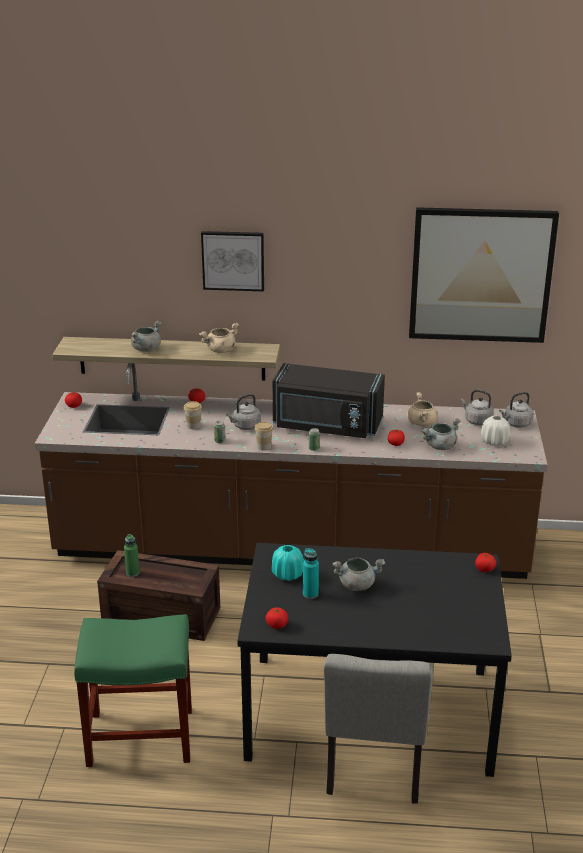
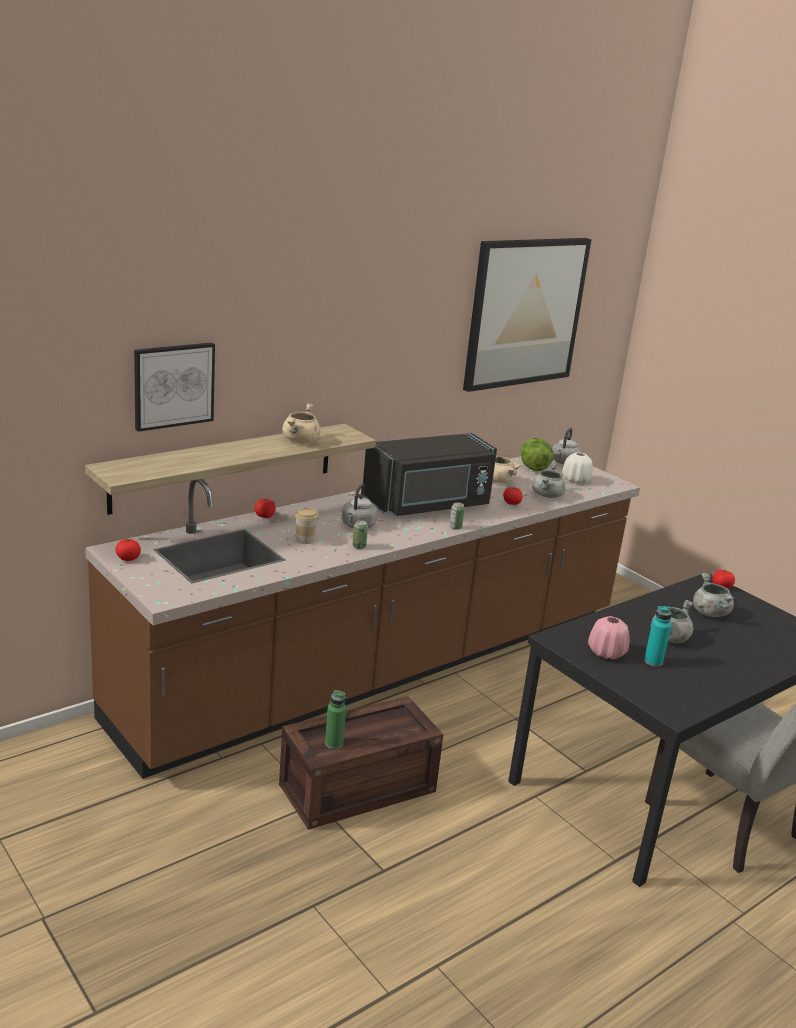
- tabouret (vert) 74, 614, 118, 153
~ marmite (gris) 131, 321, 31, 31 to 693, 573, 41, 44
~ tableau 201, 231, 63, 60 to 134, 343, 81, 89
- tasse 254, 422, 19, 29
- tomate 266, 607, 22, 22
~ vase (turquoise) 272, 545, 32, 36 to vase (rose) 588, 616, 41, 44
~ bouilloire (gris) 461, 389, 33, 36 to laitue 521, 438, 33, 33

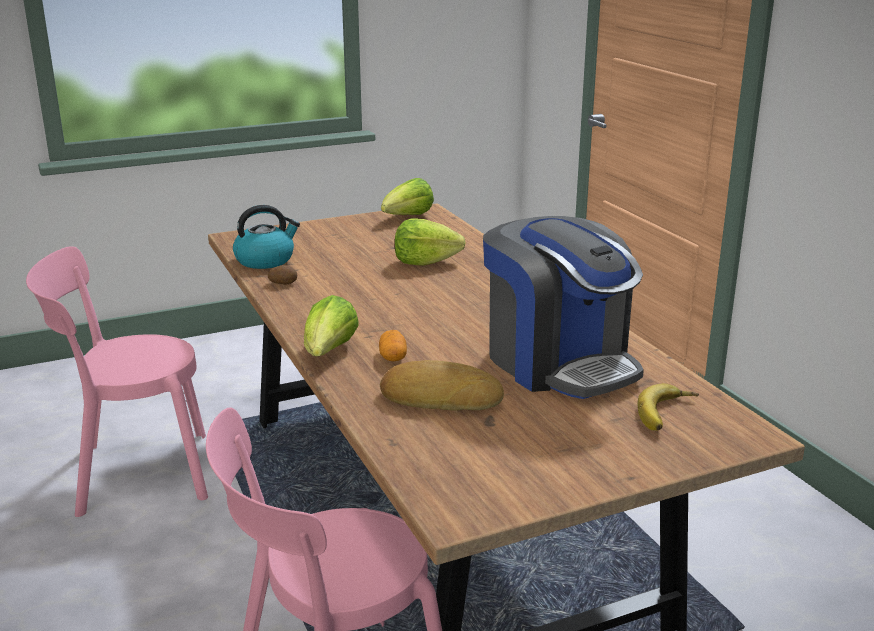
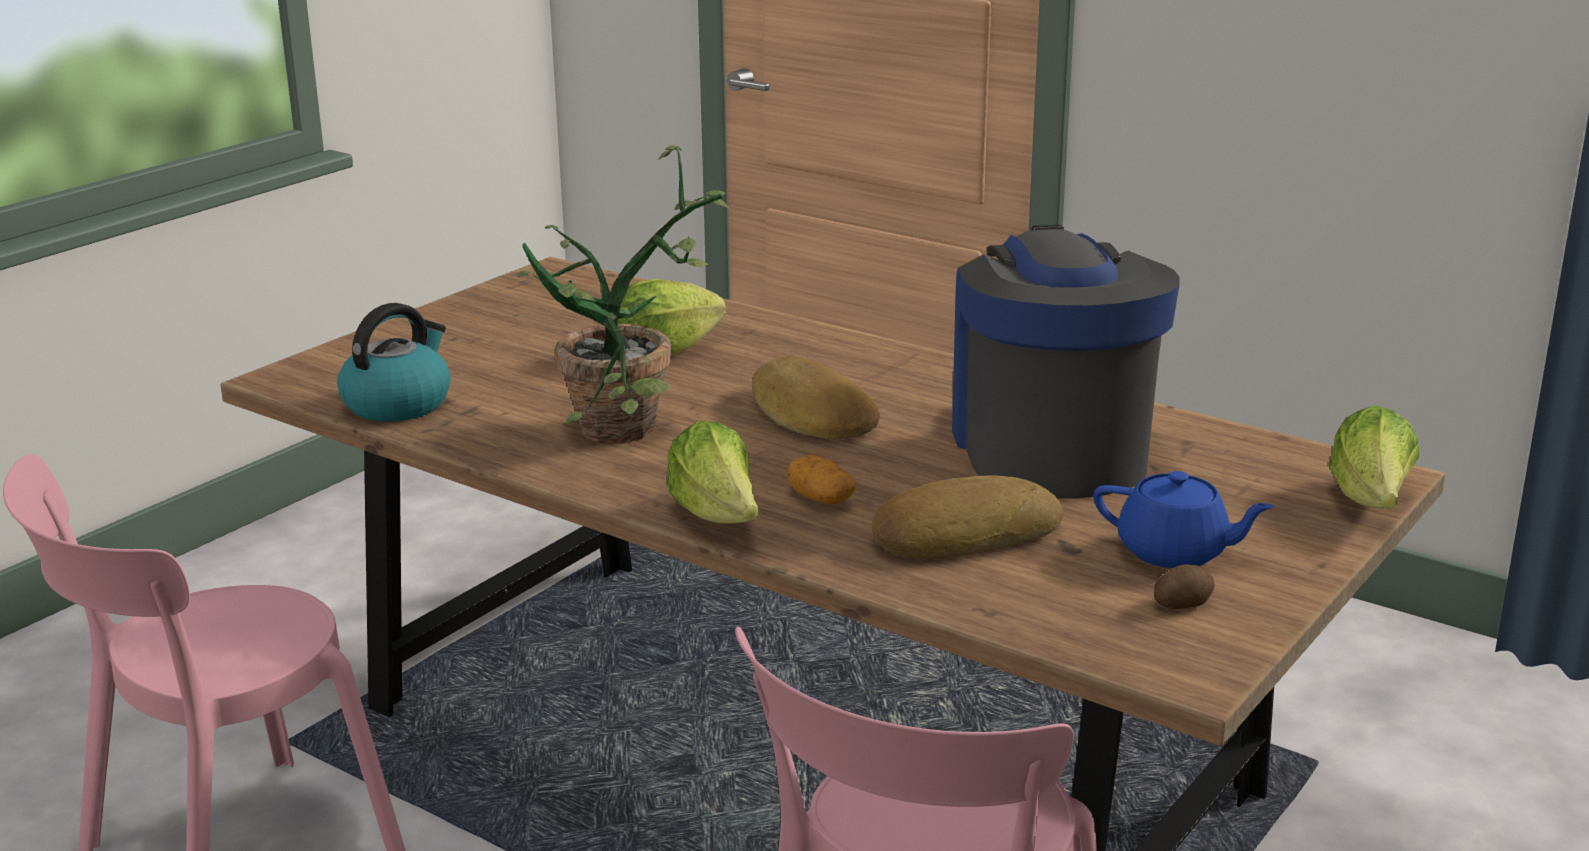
~ pomme de terre 268, 265, 29, 20 to 1154, 564, 61, 45
~ laitue 381, 178, 53, 37 to 1328, 405, 92, 104
~ machine à café 483, 216, 161, 183 = 952, 225, 227, 274 120 degrees counterclockwise
- banane 638, 383, 61, 48
+ plante en pot 516, 145, 214, 299
+ pain 752, 356, 128, 83
+ théière (bleu) 1094, 471, 180, 97

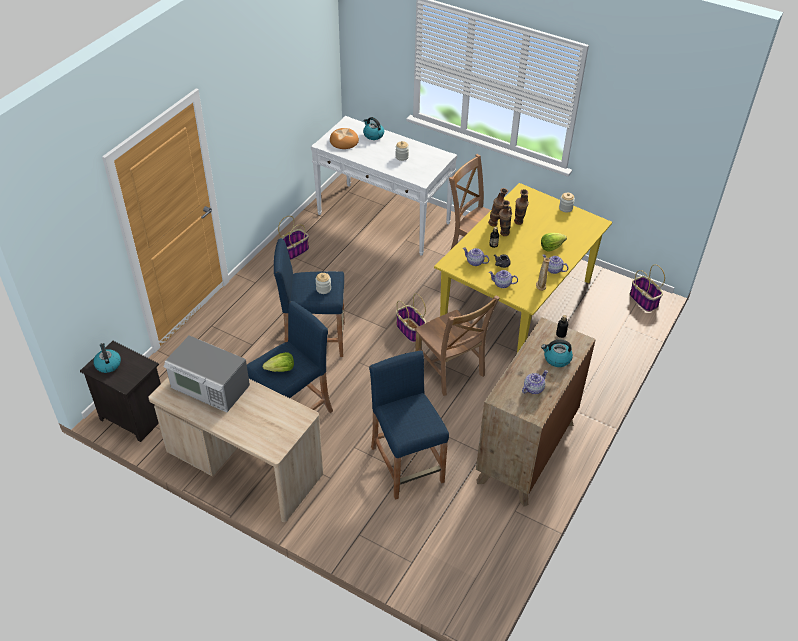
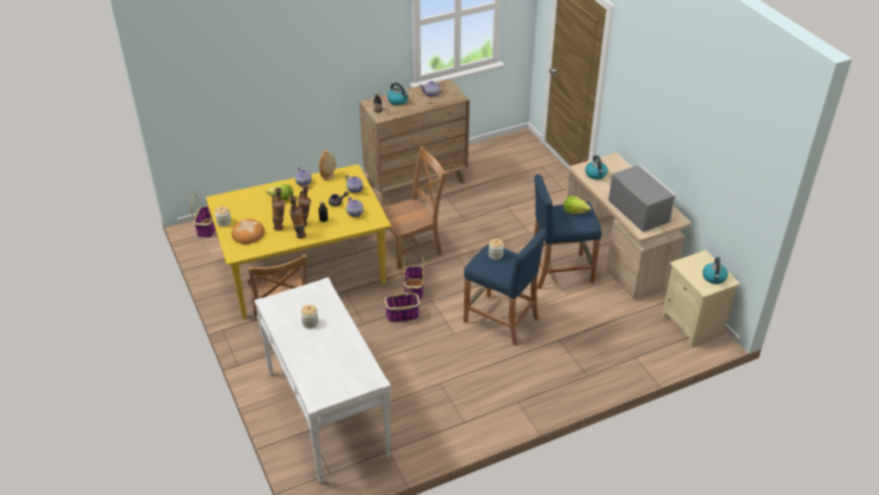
~ table de chevet (noir) 80, 341, 81, 101 to table de chevet (beige) 662, 250, 79, 97
~ panier 278, 216, 31, 45 to 384, 276, 36, 46
~ pain 330, 128, 29, 21 to 232, 219, 32, 25
~ bouilloire 363, 117, 21, 23 to 585, 155, 23, 24
- tabouret (bleu) 369, 350, 80, 150
~ chaise (marron) 415, 296, 85, 100 = 382, 146, 65, 123 60 degrees clockwise

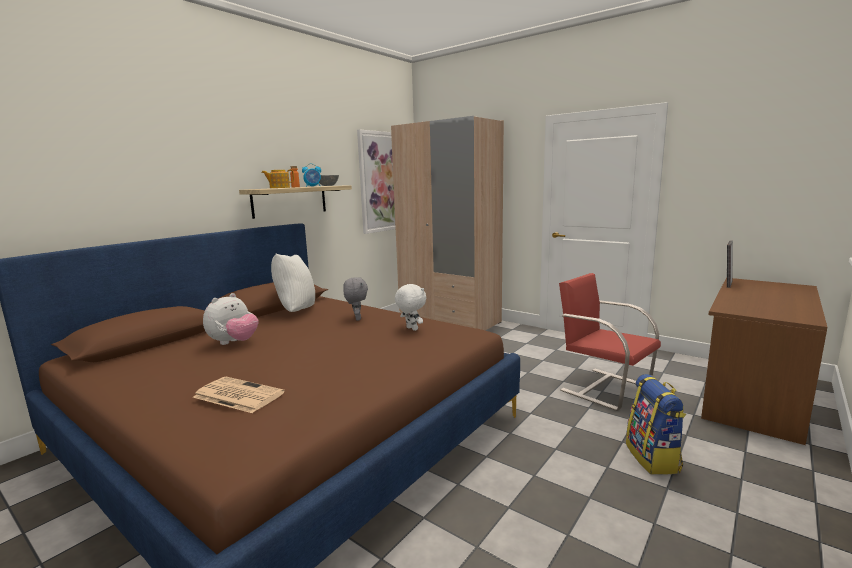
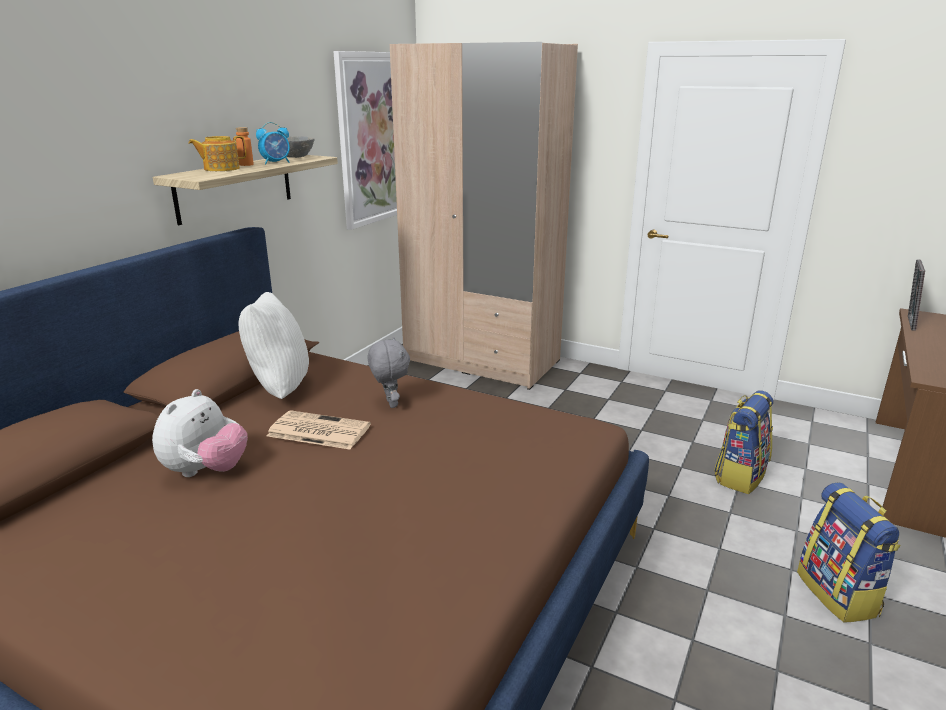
~ journal 193, 377, 92, 36 to 267, 410, 104, 39
- peluche (blanc) 395, 284, 31, 47
~ chaise (rouge) 559, 273, 102, 138 to sac à dos 714, 391, 59, 103

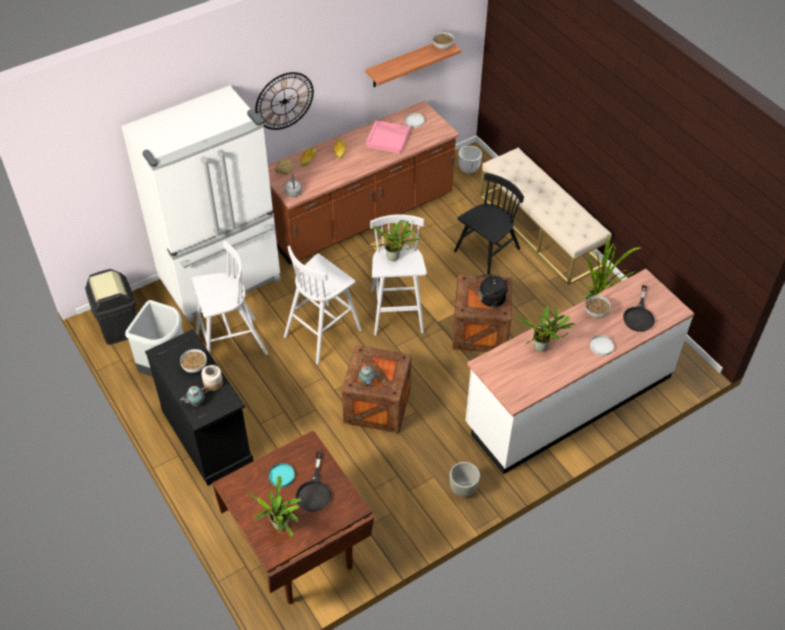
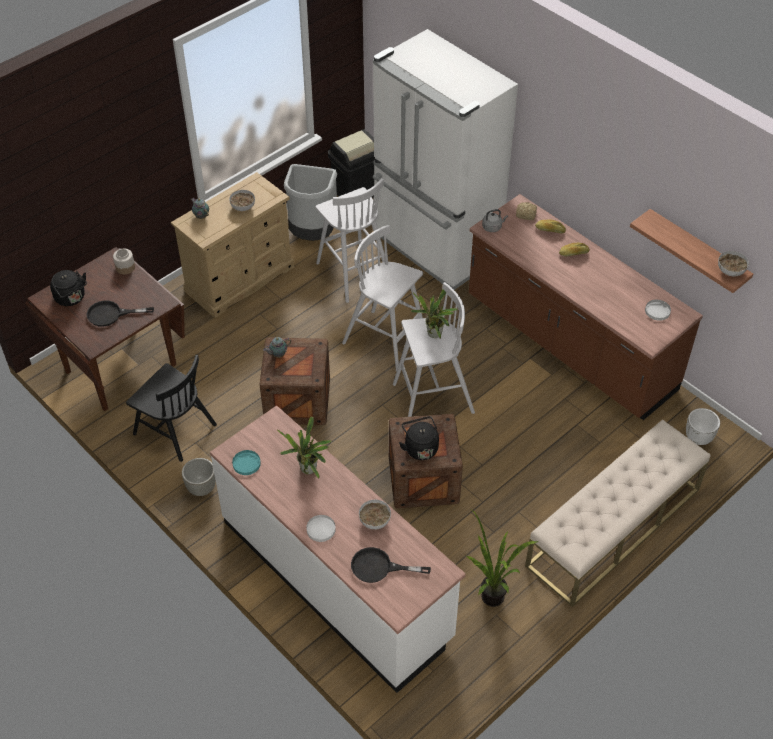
~ commode (noir) 145, 329, 109, 157 to commode (beige) 171, 172, 123, 146
~ bocal 201, 365, 22, 26 to 113, 249, 22, 26
~ plante en pot 247, 476, 54, 62 to bouilloire (noir) 50, 270, 37, 36
- horloge murale 255, 72, 59, 58
~ assiette (turquoise) 269, 463, 26, 24 to 232, 450, 29, 25
- plateau (rose) 365, 120, 45, 34
~ chaise (noir) 454, 173, 70, 101 to 126, 355, 91, 107

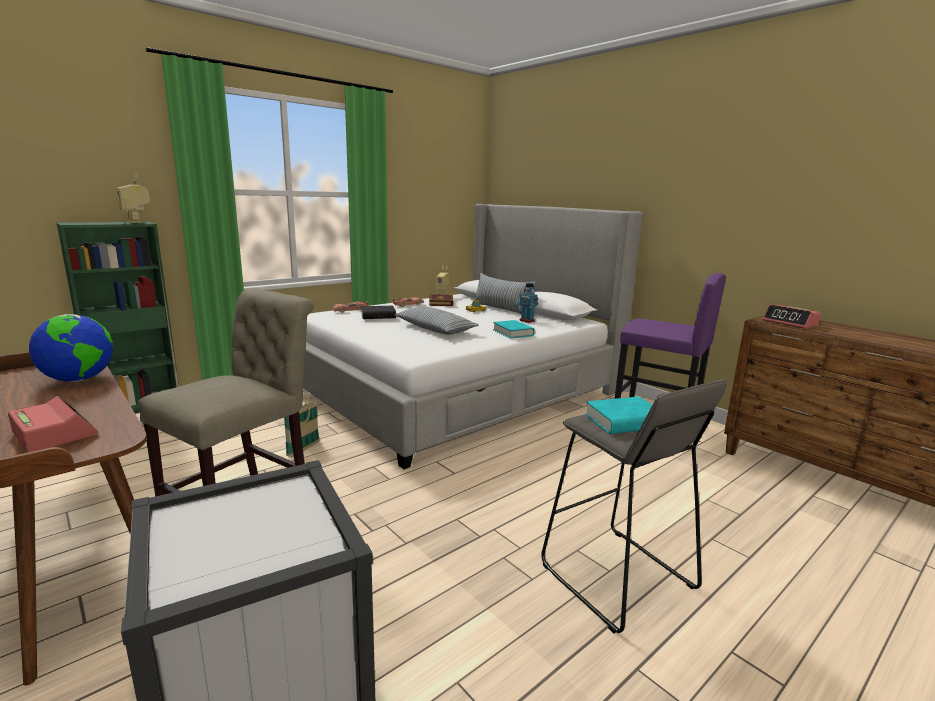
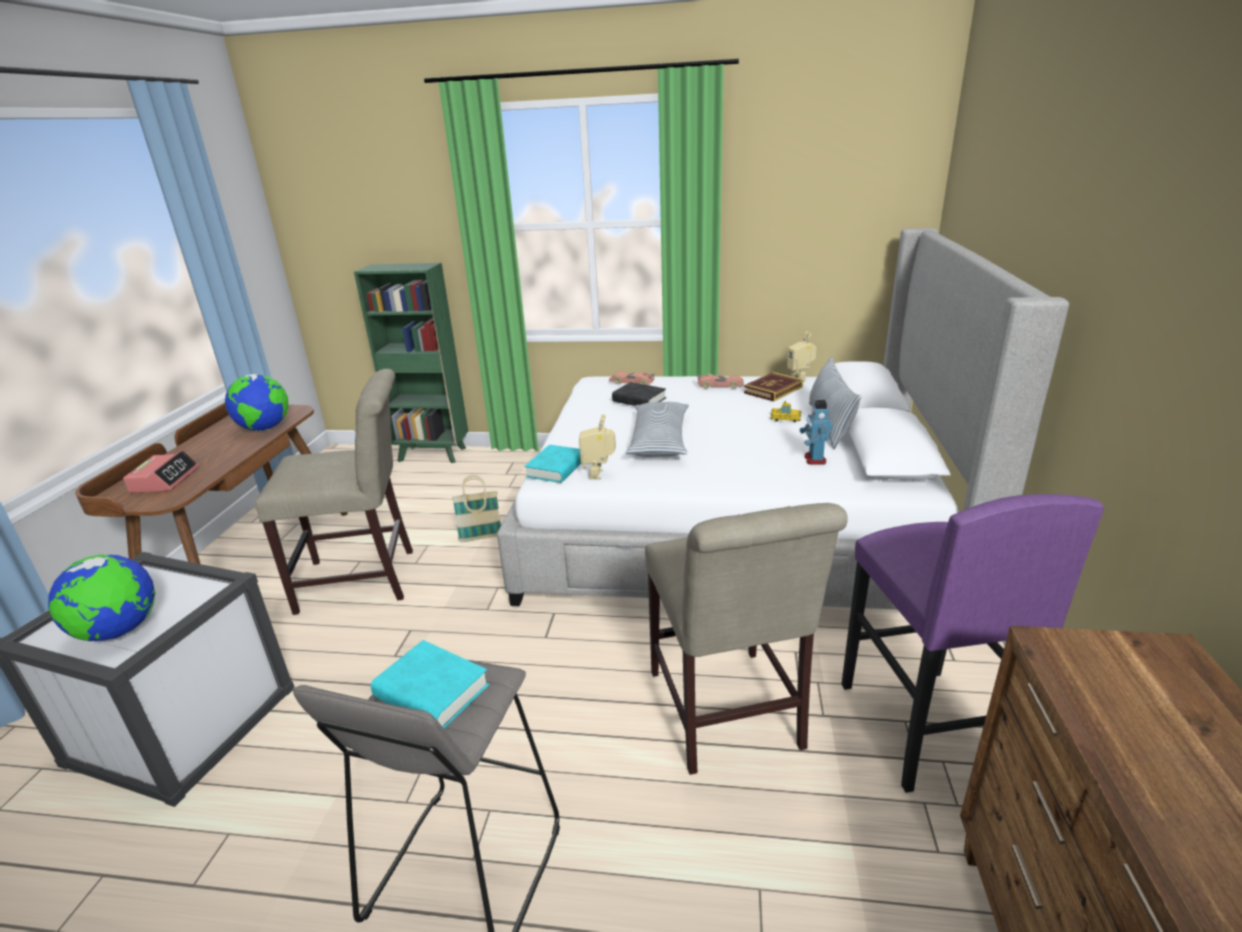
~ robot jouet 117, 174, 33, 49 to 579, 414, 37, 66
~ livre (turquoise) 493, 320, 42, 18 to 524, 445, 57, 38
- réveil 762, 304, 59, 25
+ globe 48, 555, 107, 86
+ chaise (beige) 645, 503, 203, 272

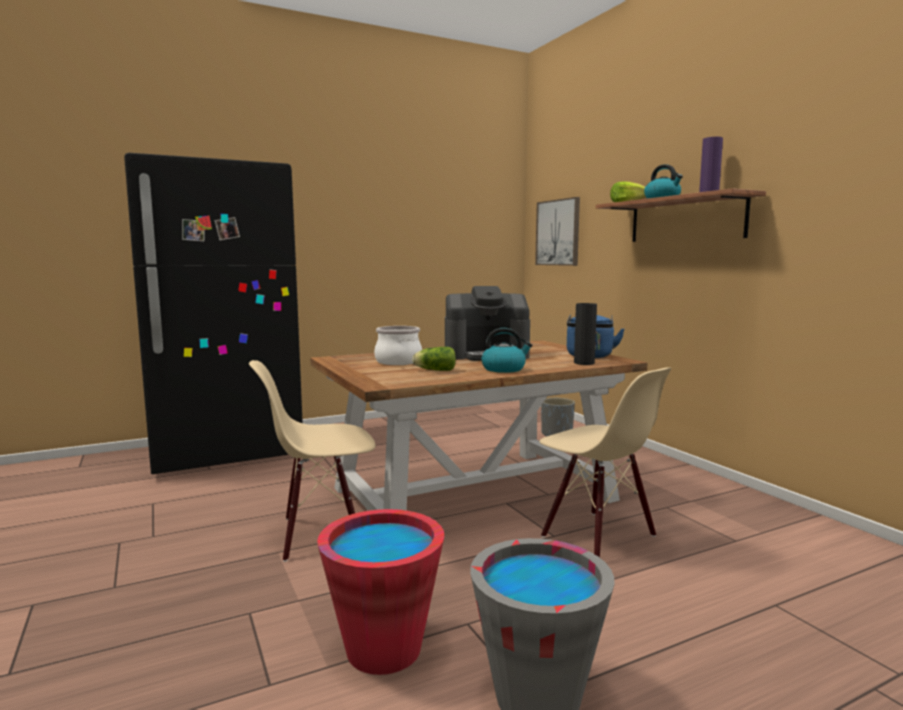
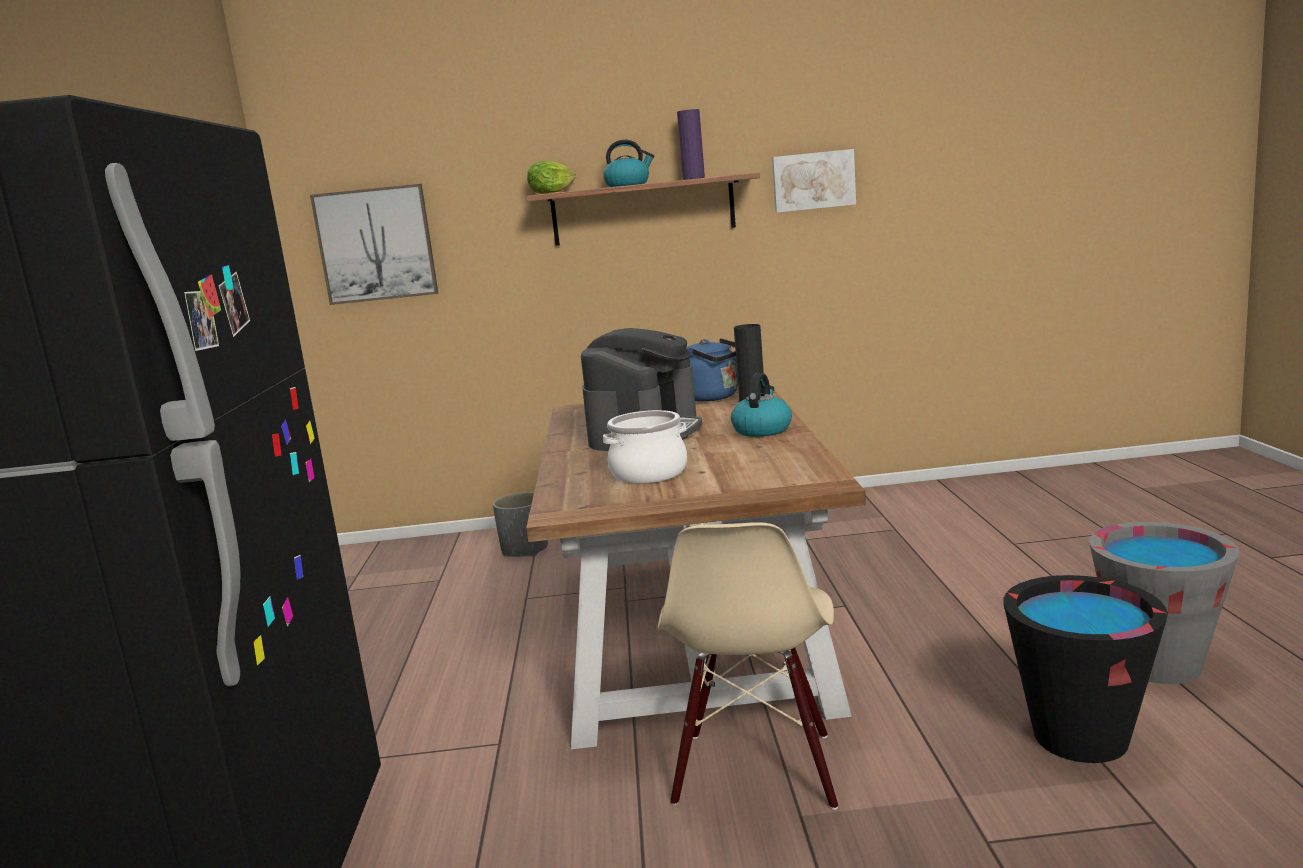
~ seau (rouge) 317, 509, 127, 166 to seau (noir) 1003, 575, 165, 188
- laitue 412, 347, 44, 24
- chaise (beige) 539, 367, 132, 191
+ tableau 772, 149, 84, 64

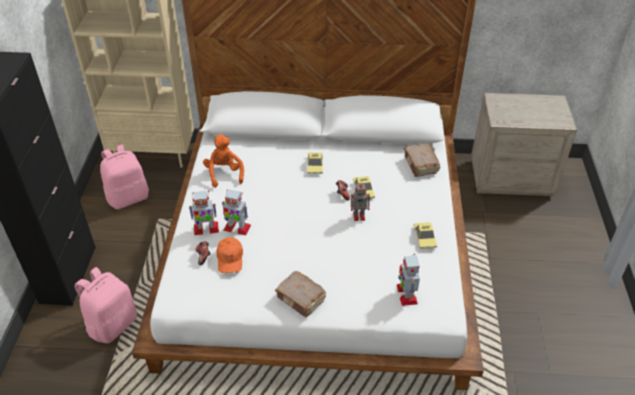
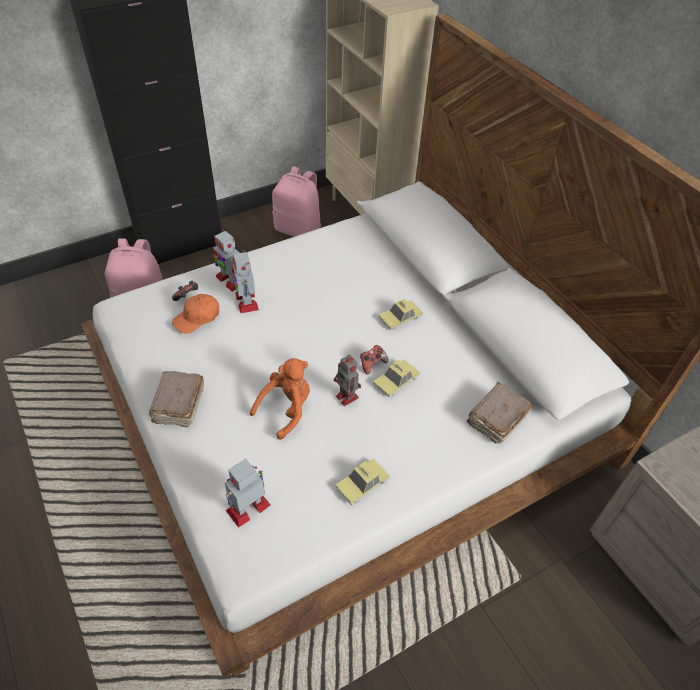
~ peluche (orange) 203, 134, 41, 54 to 250, 358, 60, 82

